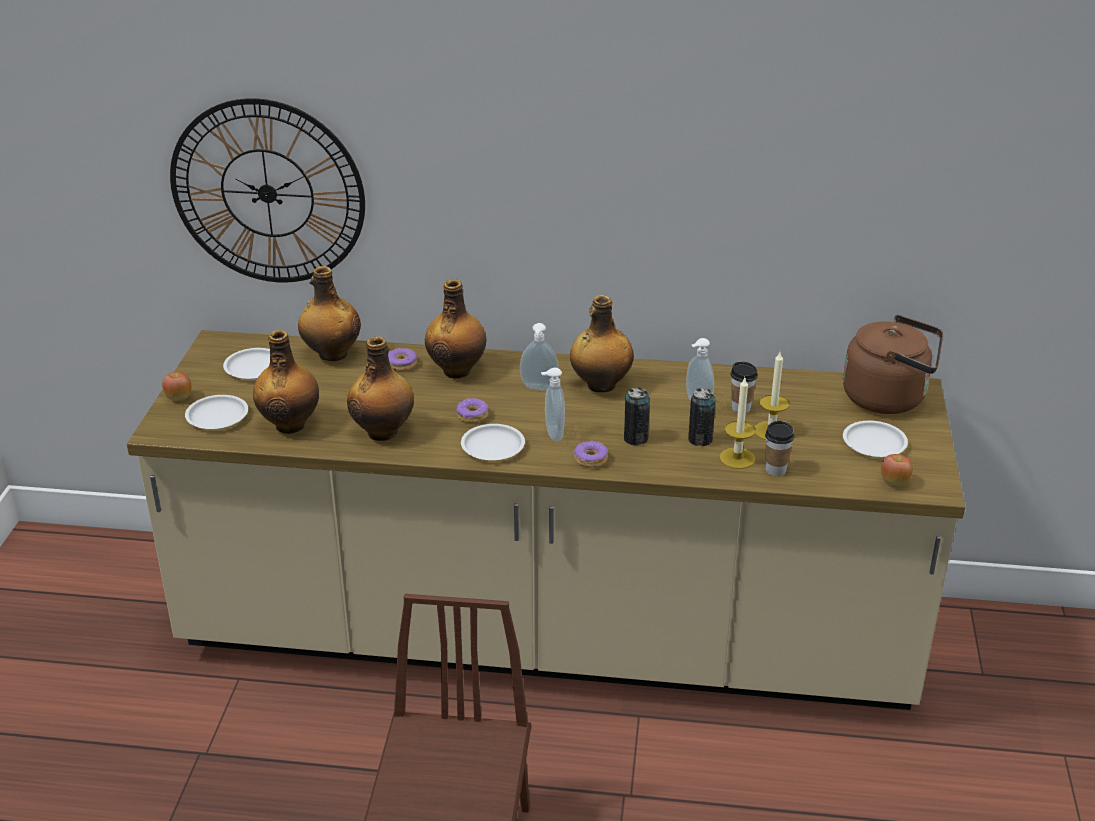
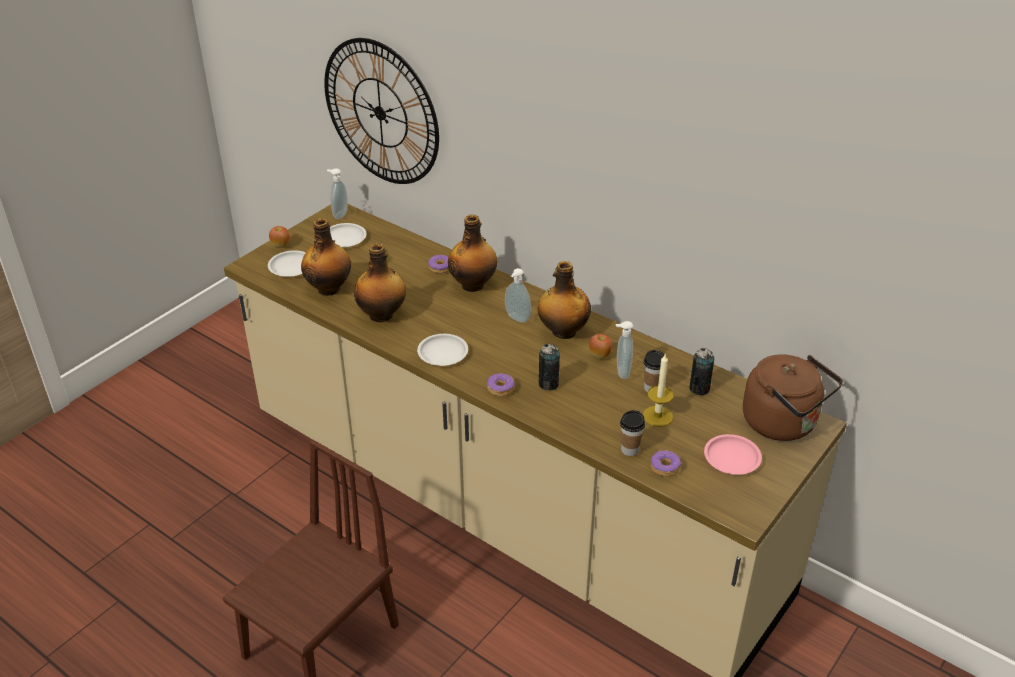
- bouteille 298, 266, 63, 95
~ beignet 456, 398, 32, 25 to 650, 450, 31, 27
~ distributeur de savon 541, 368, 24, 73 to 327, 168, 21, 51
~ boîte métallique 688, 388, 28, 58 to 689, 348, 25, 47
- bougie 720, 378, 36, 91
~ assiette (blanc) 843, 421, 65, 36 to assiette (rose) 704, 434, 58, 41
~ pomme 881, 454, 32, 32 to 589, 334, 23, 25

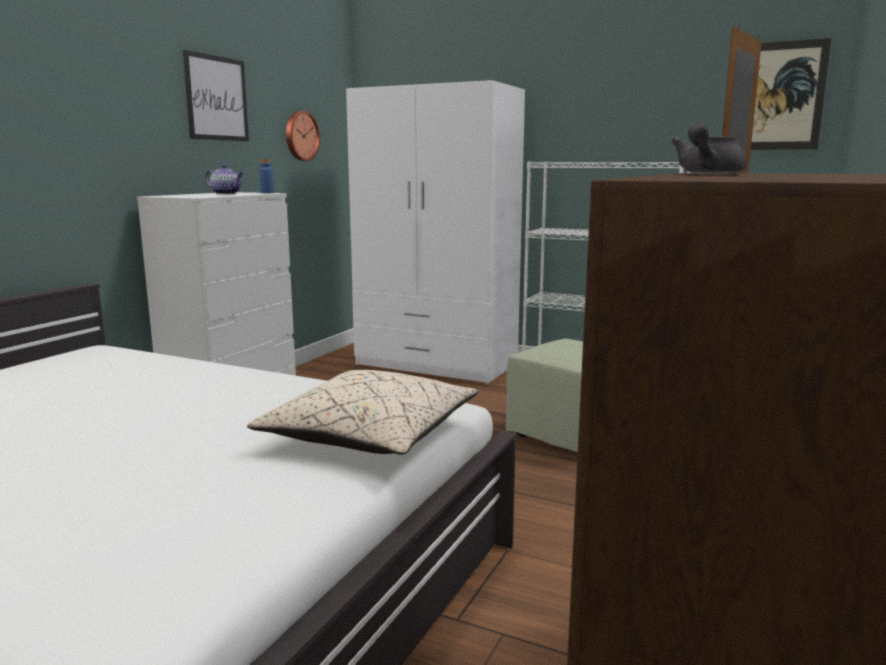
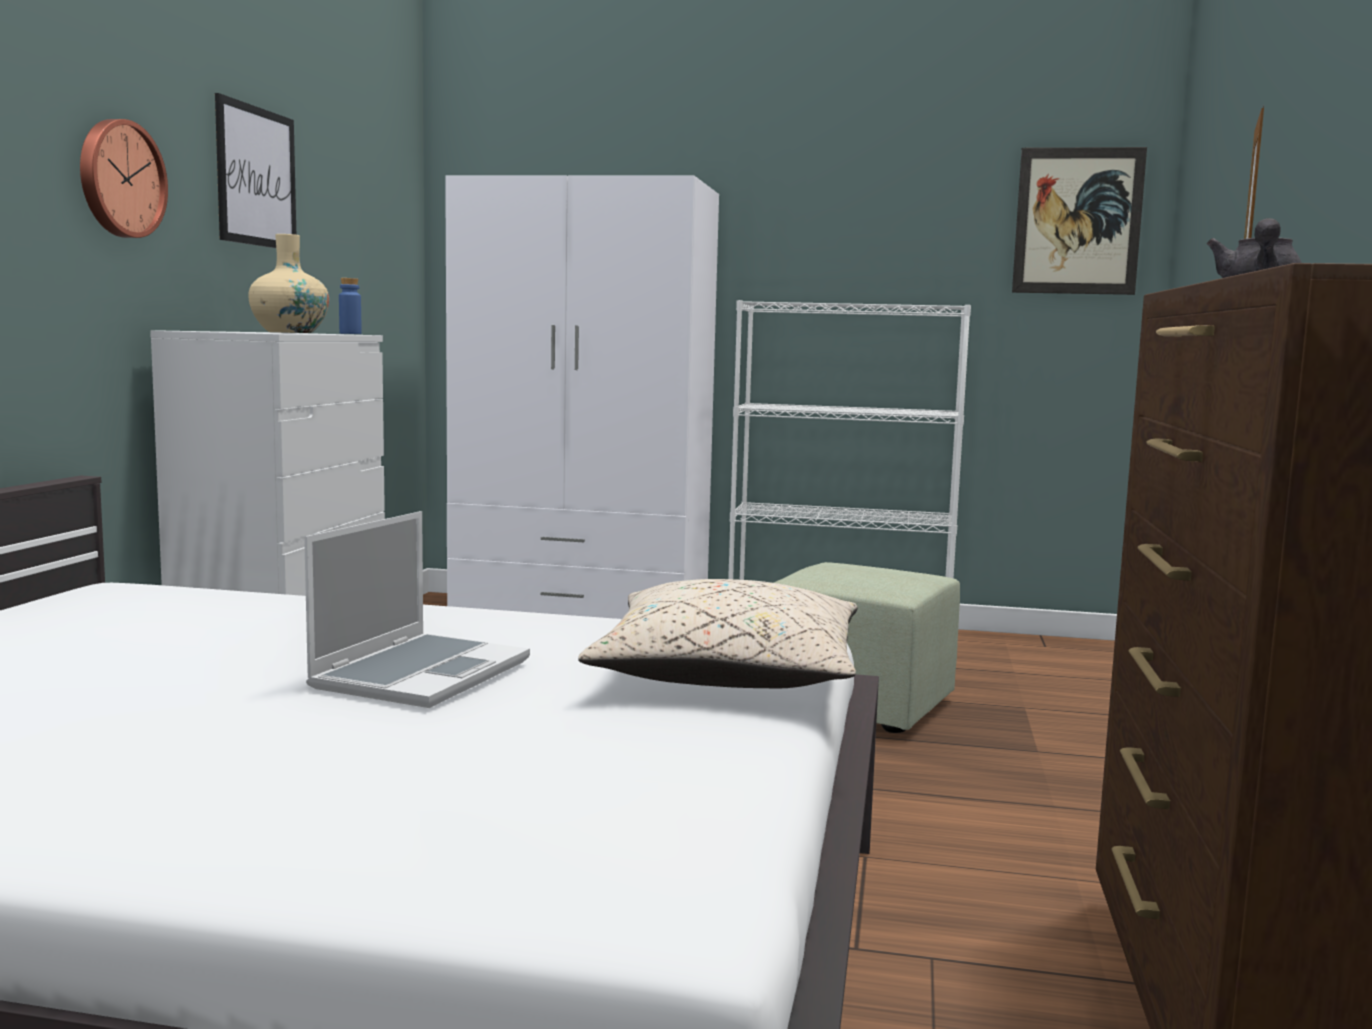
~ théière 205, 165, 39, 29 to vase (beige) 248, 234, 81, 99
~ horloge murale 286, 111, 34, 50 to 80, 119, 88, 119
+ ordinateur portable 304, 511, 226, 197

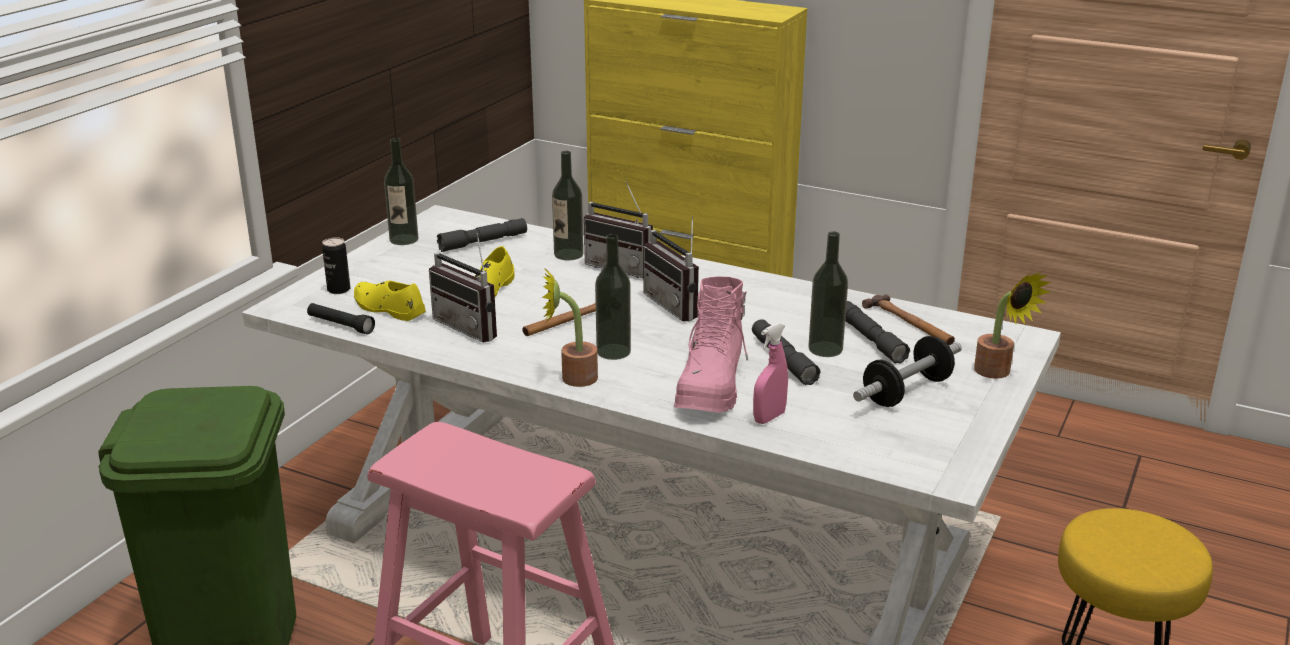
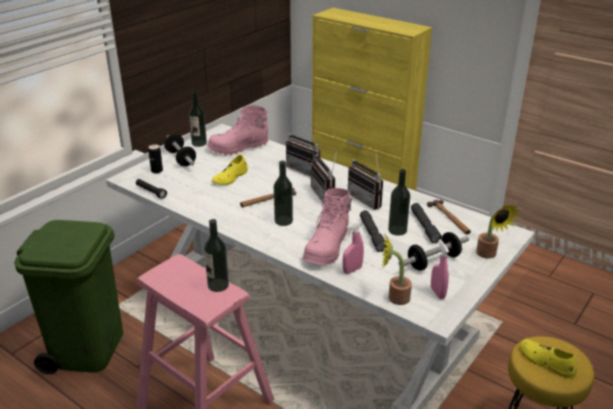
~ chaussure (jaune) 354, 280, 72, 41 to 521, 339, 57, 39
~ radio 429, 233, 68, 110 to 348, 151, 35, 59
~ lampe de poche (gris) 437, 218, 90, 34 to botte (rose) 207, 105, 62, 50
~ plante en pot 542, 267, 56, 120 to 382, 236, 30, 69
~ bouteille 552, 151, 32, 109 to 204, 219, 25, 73
+ haltère 164, 134, 32, 32
+ vaporisateur (rose) 431, 240, 18, 59

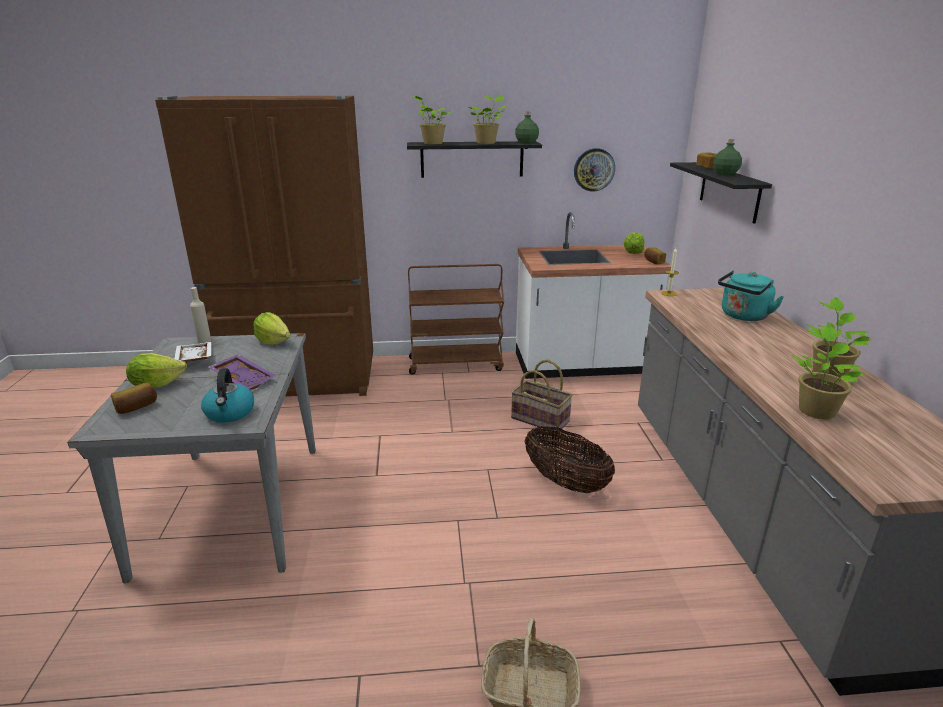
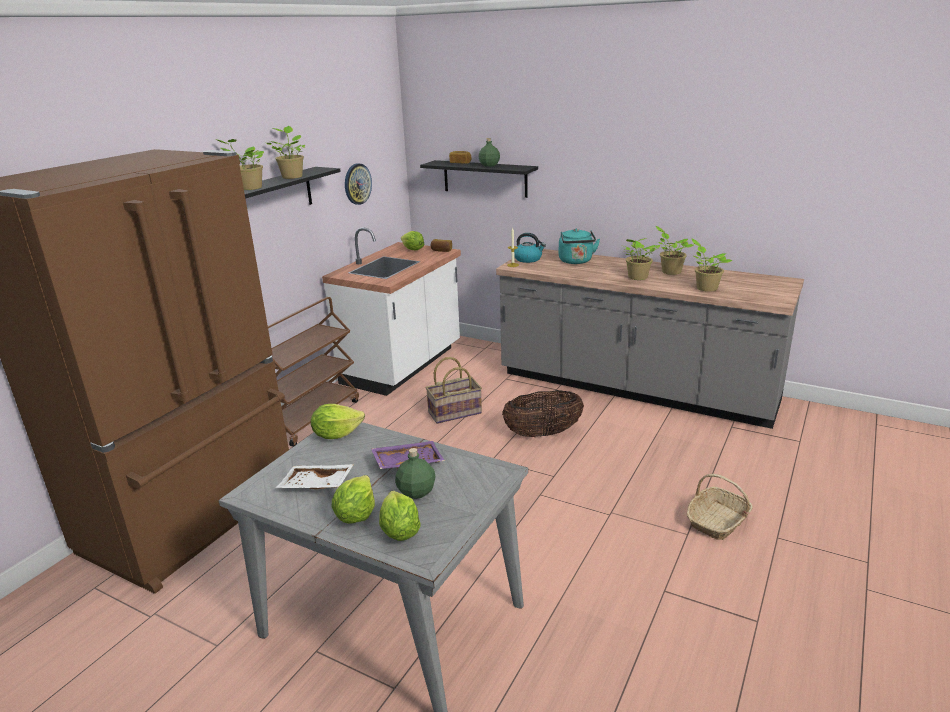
~ pain 111, 383, 46, 31 to laitue 379, 491, 42, 50
- bouteille (beige) 190, 287, 21, 56
~ bouilloire 201, 368, 53, 55 to 514, 233, 32, 30
~ bouteille (vert) 515, 112, 24, 32 to 395, 448, 41, 51
+ plante en pot 620, 238, 40, 42

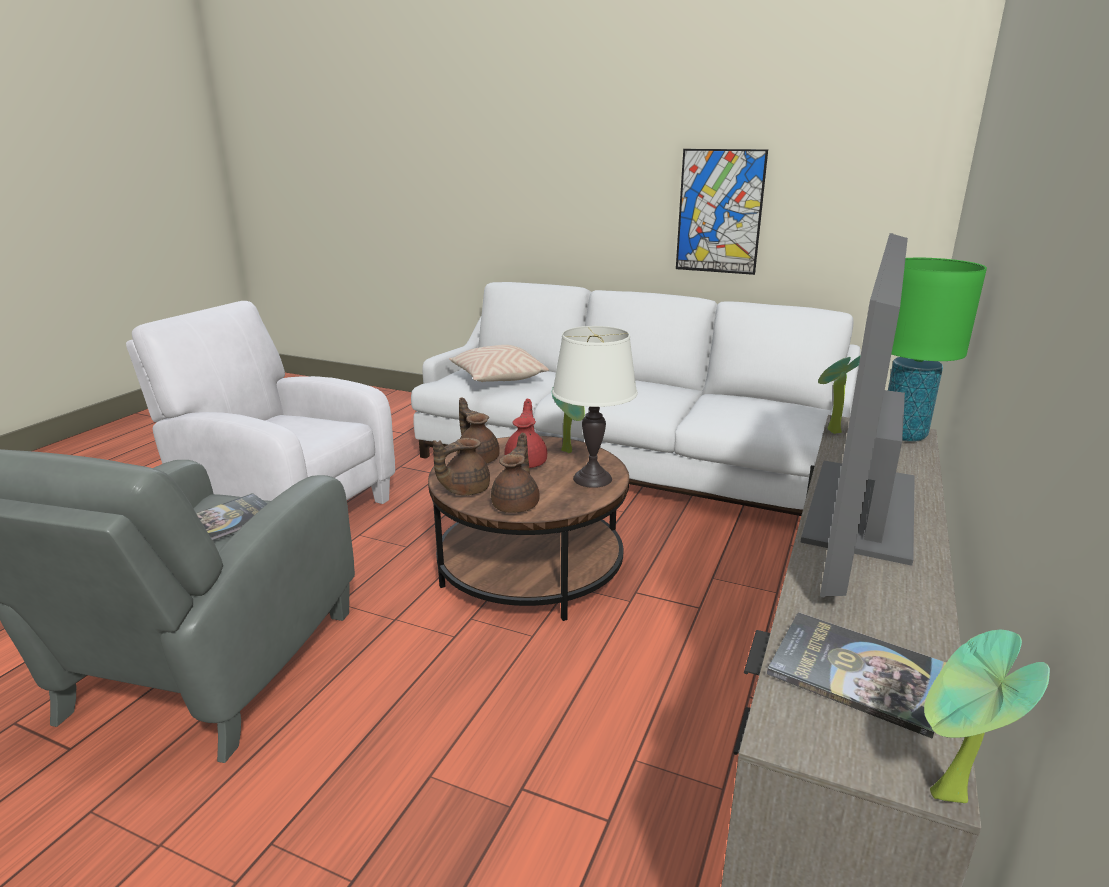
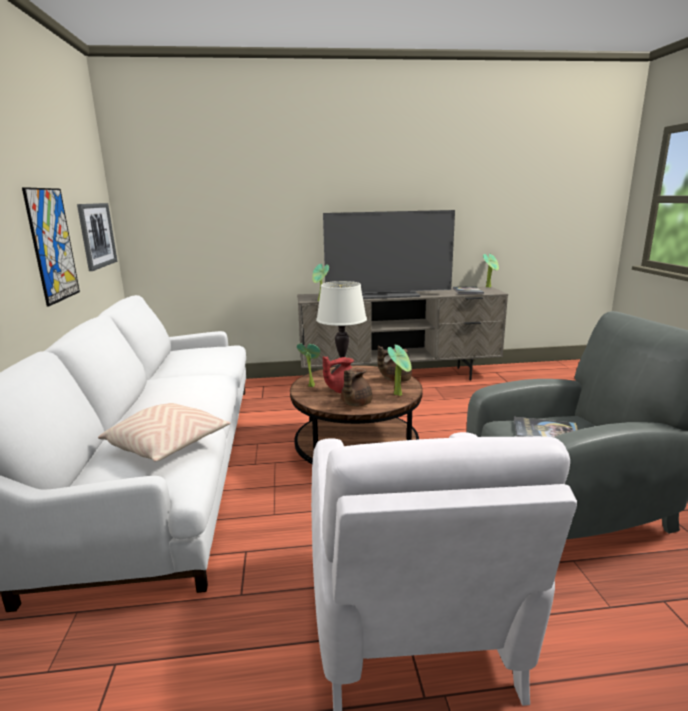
~ théière (marron) 433, 438, 57, 57 to plante en pot 387, 344, 25, 52
- lampe de table (vert) 888, 258, 99, 184
+ tableau 77, 203, 40, 68

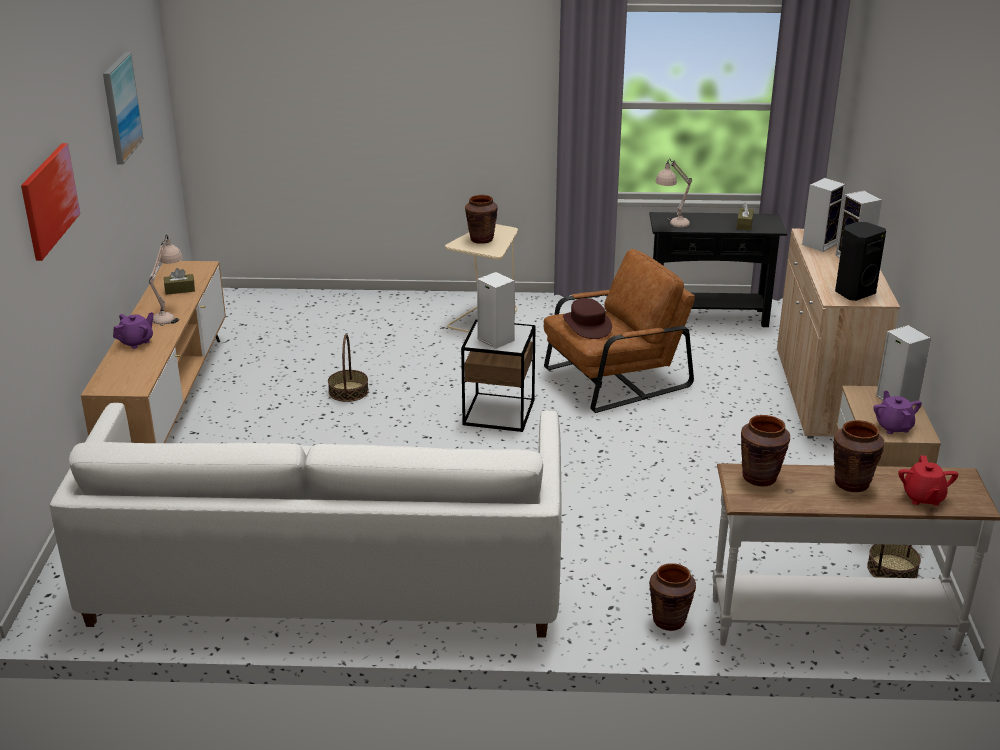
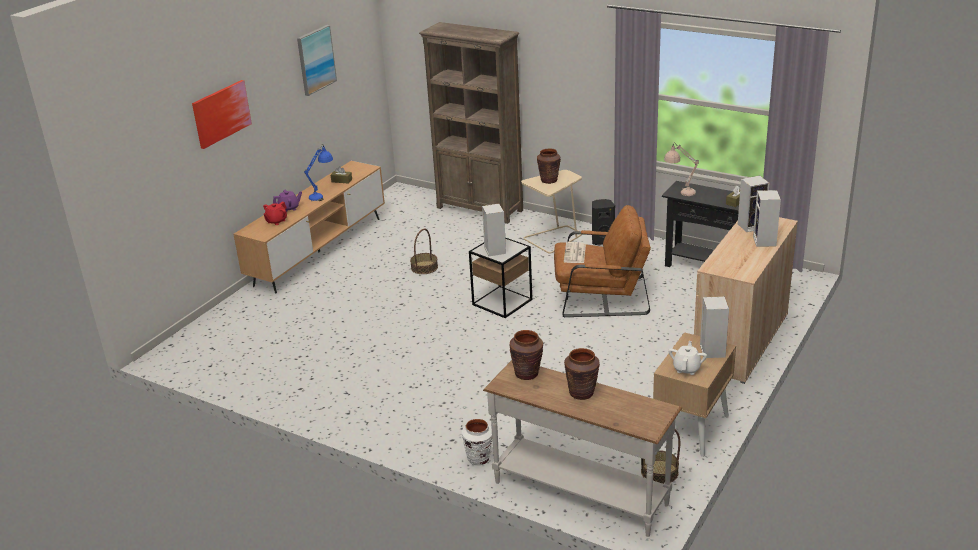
- canapé (blanc) 49, 403, 513, 235
~ lampe de table (beige) 148, 235, 35, 91 to lampe de table (bleu) 304, 144, 29, 57
~ chapeau (marron) 563, 298, 49, 41 to journal 564, 242, 22, 21
~ vase (marron) 649, 563, 47, 68 to vase (blanc) 462, 419, 30, 46
~ enceinte (noir) 835, 222, 51, 79 to 592, 199, 23, 46
~ théière (violet) 873, 390, 49, 44 to théière (blanc) 668, 341, 39, 34
~ théière (rouge) 898, 455, 60, 51 to 263, 201, 24, 24
+ bibliothèque (marron) 419, 22, 104, 202

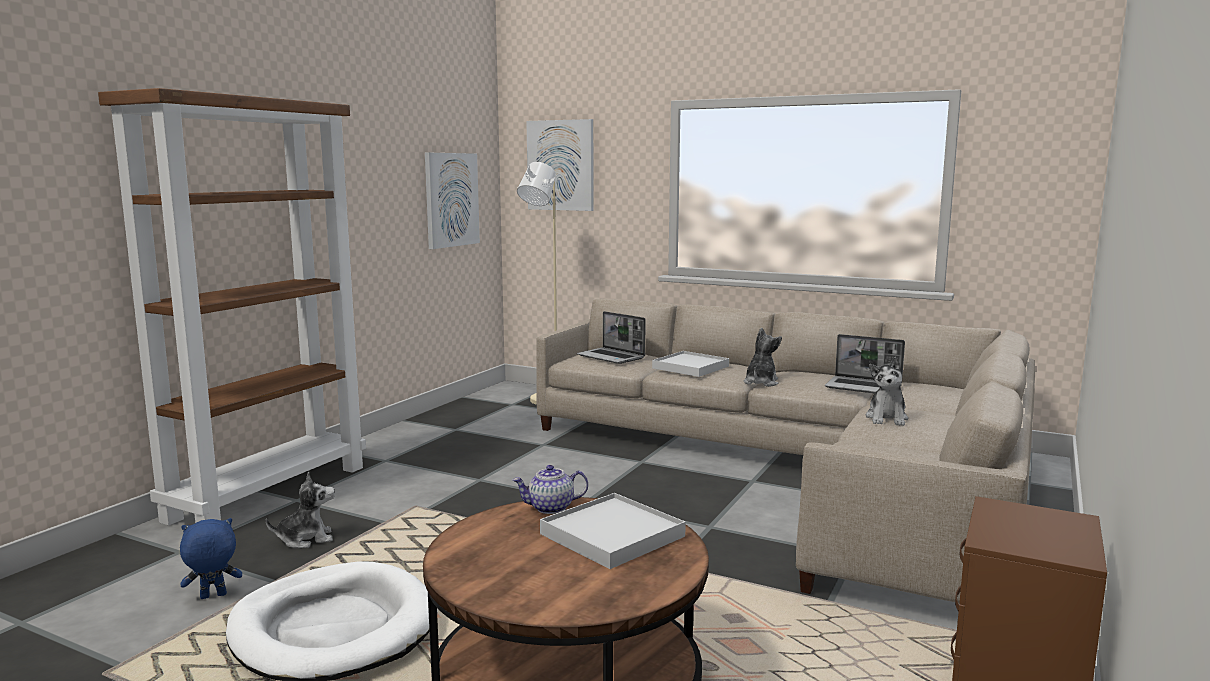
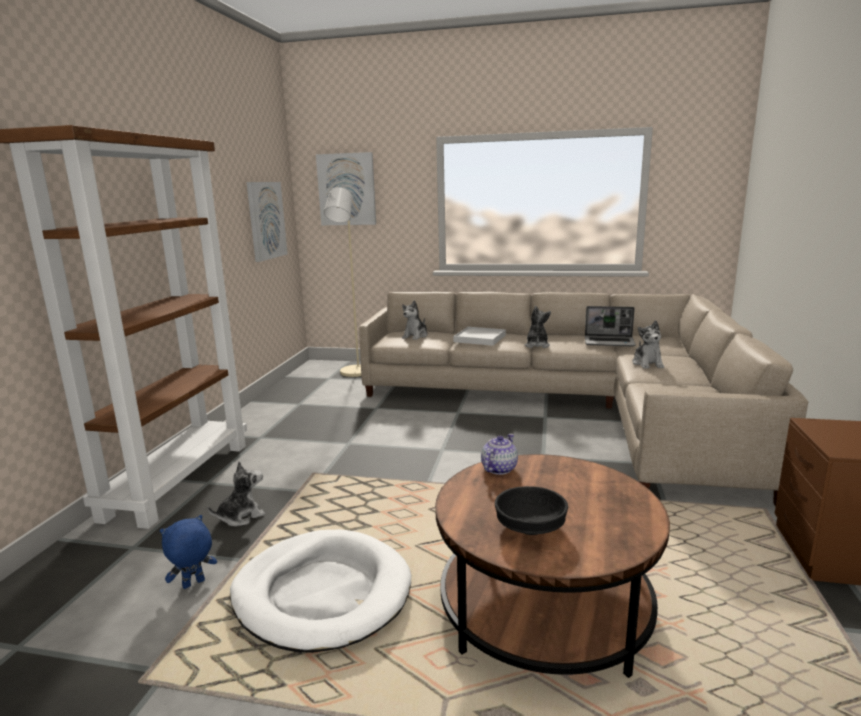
~ théière 512, 465, 76, 49 = 481, 434, 37, 41 150 degrees clockwise
- plateau (blanc) 540, 493, 146, 76
~ ordinateur portable 577, 311, 68, 53 to peluche 402, 300, 26, 40
+ bol (noir) 495, 486, 73, 49

